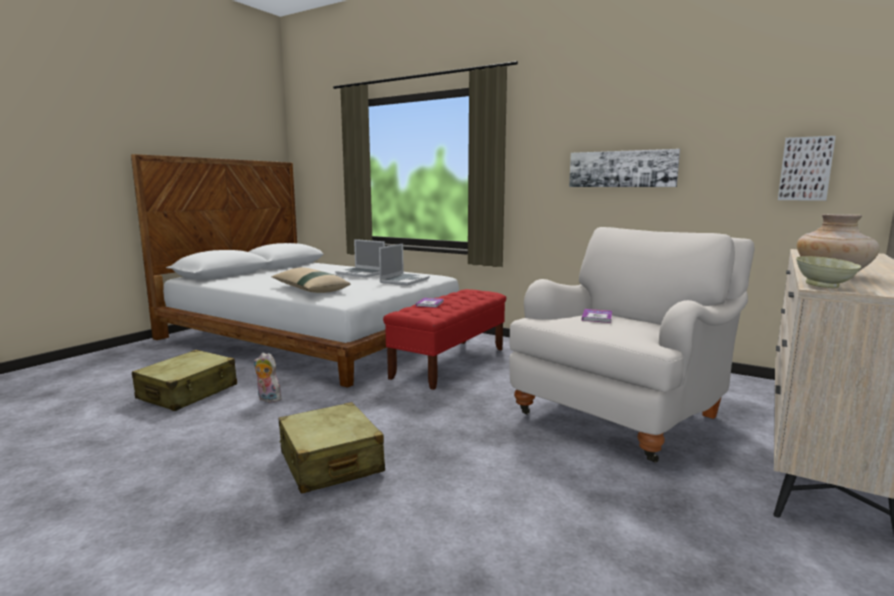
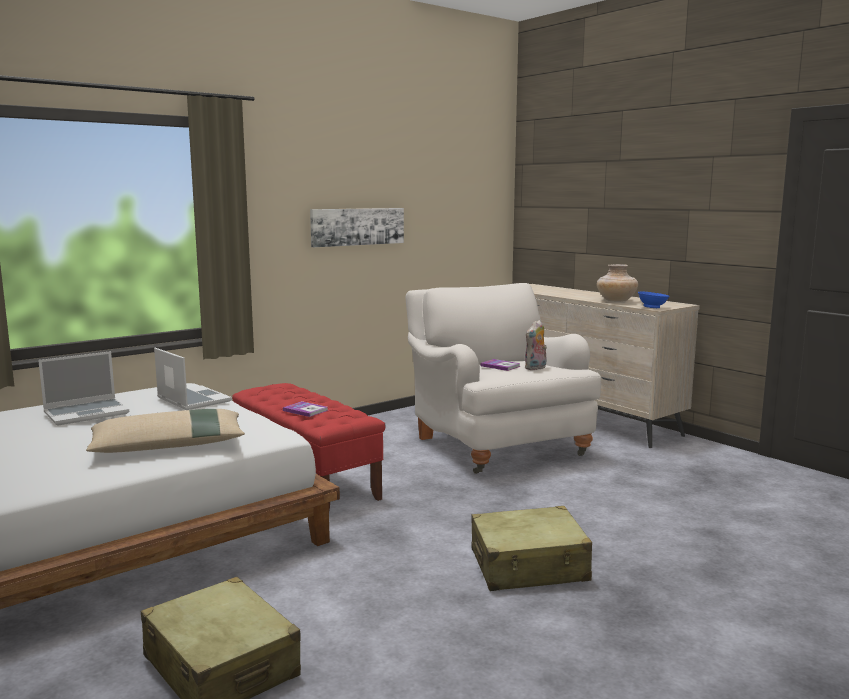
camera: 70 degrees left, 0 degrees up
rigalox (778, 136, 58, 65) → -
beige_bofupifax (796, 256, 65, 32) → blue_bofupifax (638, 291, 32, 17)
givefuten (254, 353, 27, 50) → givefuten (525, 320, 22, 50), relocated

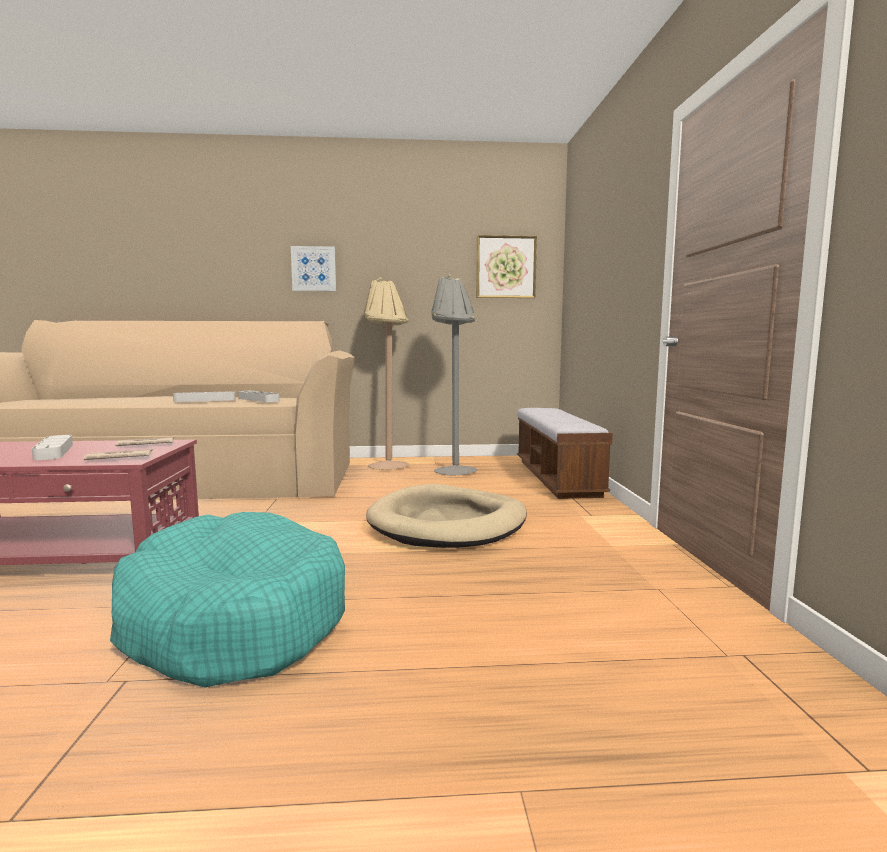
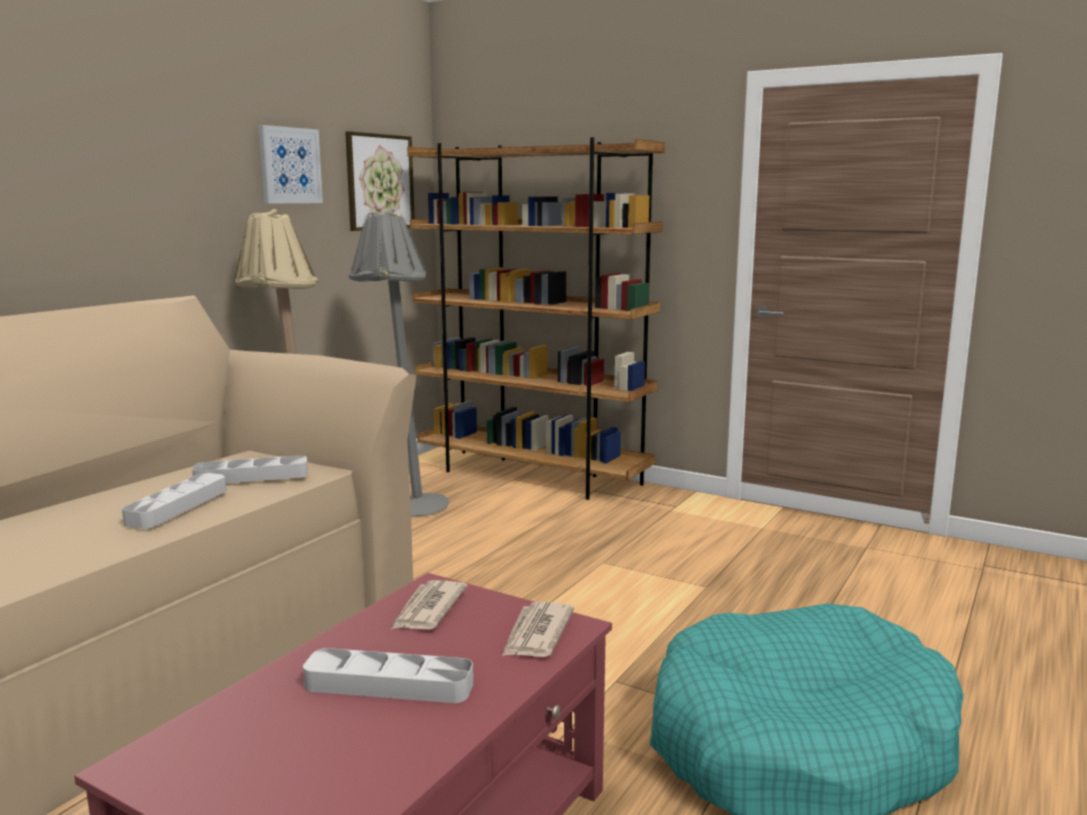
camera: 55 degrees left, 5 degrees up
rigalox (291, 246, 45, 45) → rigalox (259, 125, 64, 79), relocated
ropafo (517, 408, 96, 91) → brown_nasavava (407, 137, 258, 363)
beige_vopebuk (366, 484, 161, 64) → -

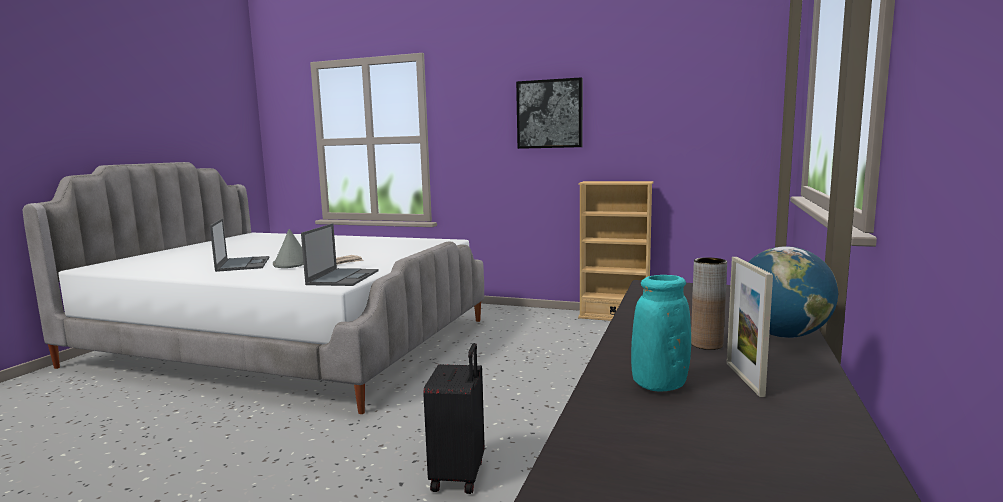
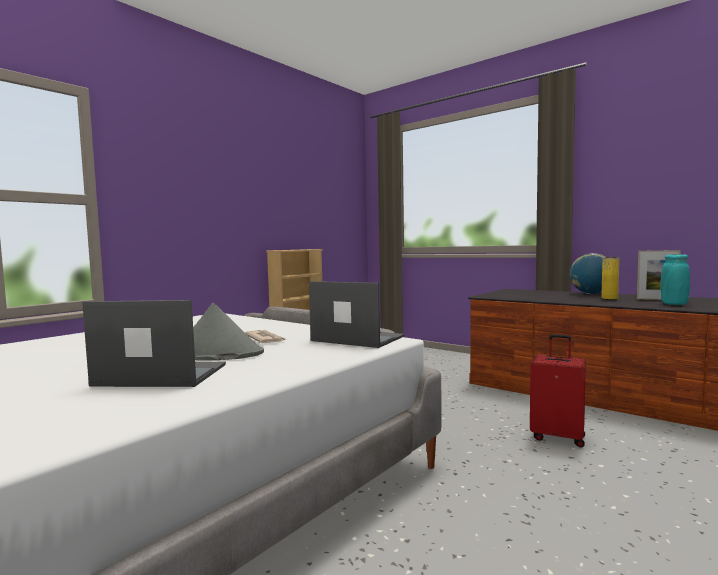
camera: 70 degrees left, 5 degrees down
rigalox (516, 77, 67, 72) → -
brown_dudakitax (691, 257, 36, 93) → yellow_dudakitax (601, 257, 18, 43)
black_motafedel (423, 343, 62, 151) → red_motafedel (530, 334, 56, 113)

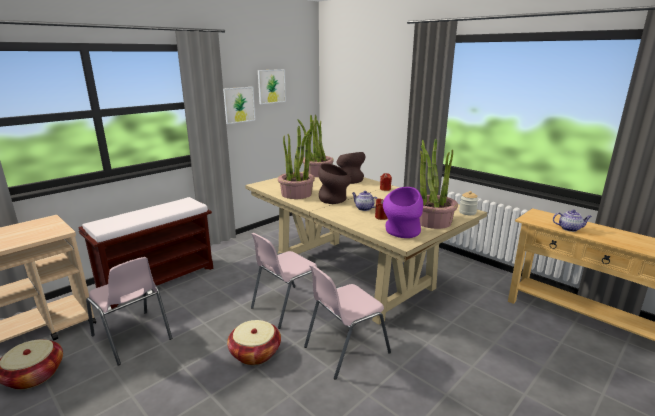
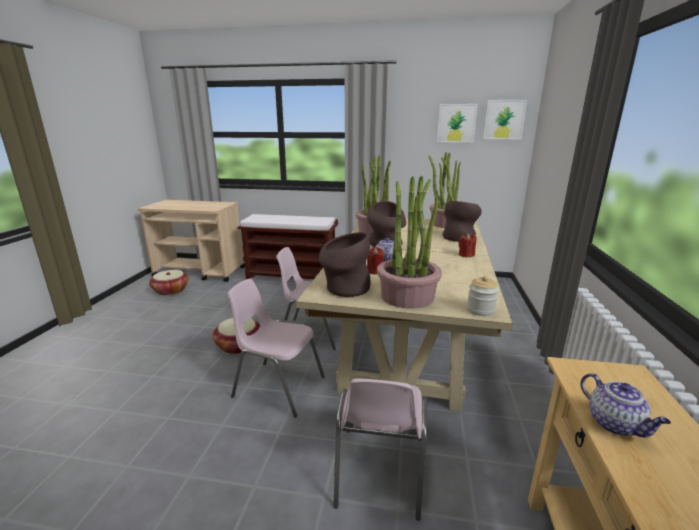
camera: 55 degrees right, 0 degrees up
rigalox (223, 87, 32, 37) → rigalox (483, 100, 44, 39), relocated
purple_dudakitax (383, 187, 40, 51) → brown_dudakitax (319, 232, 51, 65)
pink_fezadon (86, 257, 86, 108) → pink_fezadon (334, 378, 93, 143), relocated

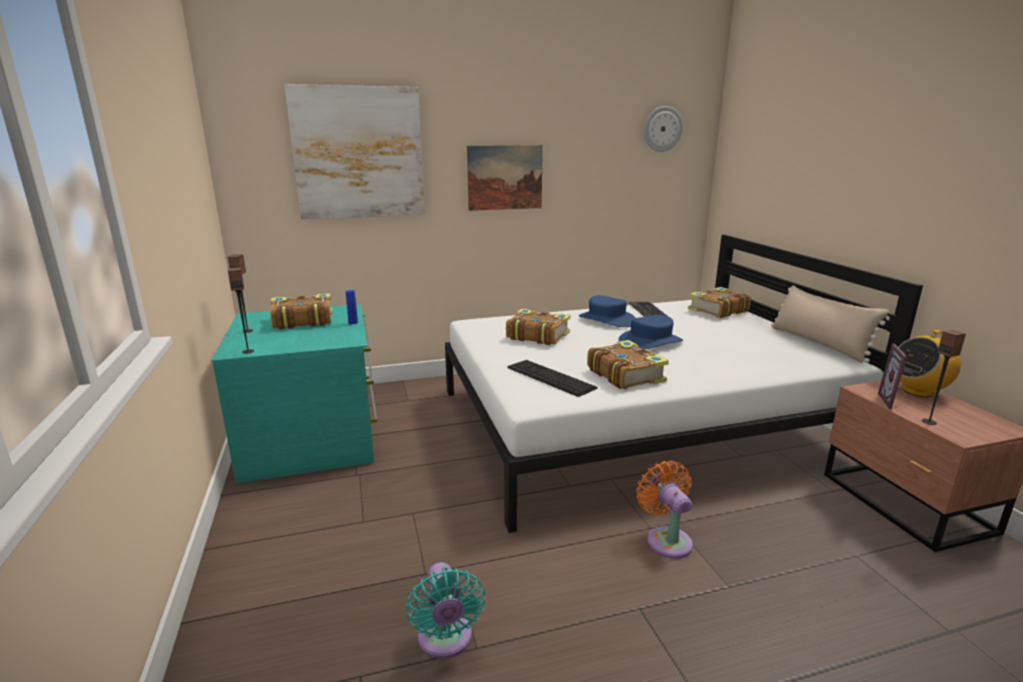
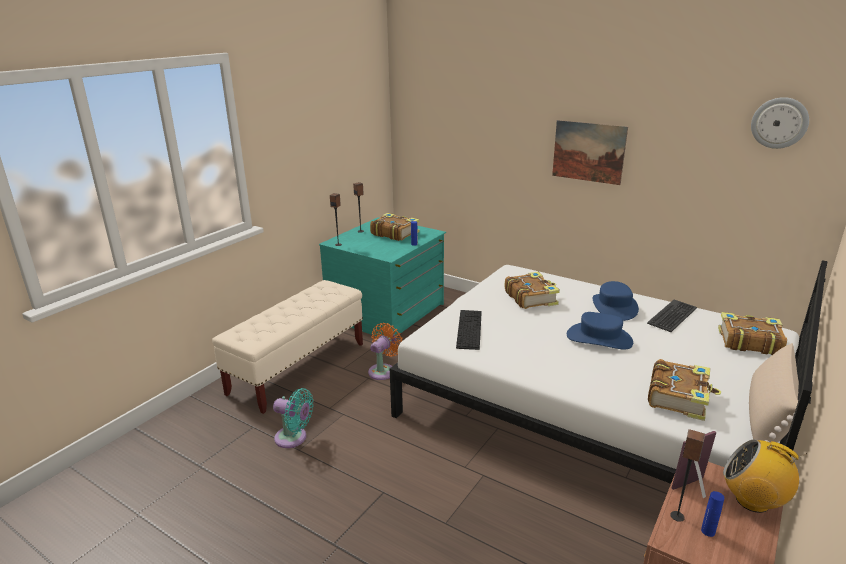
camera: 50 degrees right, 5 degrees up
rigalox (284, 84, 141, 136) → -
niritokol (587, 340, 82, 50) → niritokol (648, 359, 74, 62), relocated
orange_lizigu (636, 461, 57, 97) → orange_lizigu (368, 323, 35, 57), relocated
turquoise_lizigu (406, 562, 79, 97) → turquoise_lizigu (273, 388, 40, 60), 105 degrees counterclockwise
- → beige_ropafo (212, 280, 151, 134)
- → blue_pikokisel (701, 491, 23, 46)

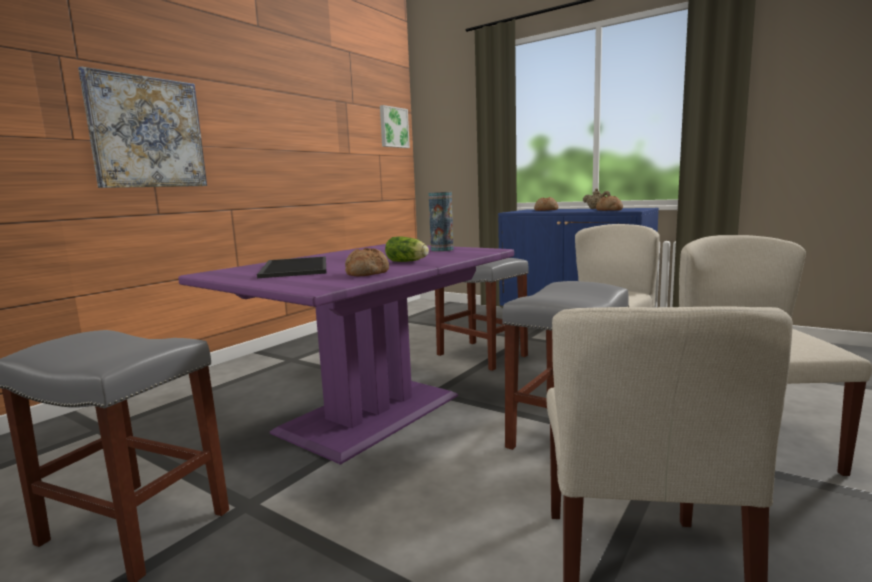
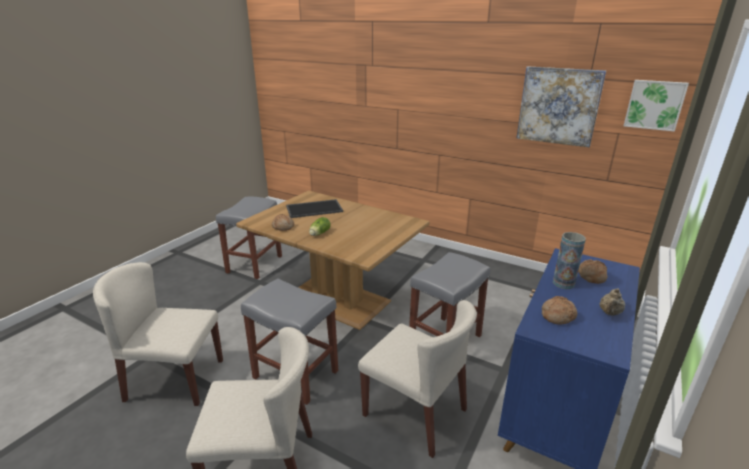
camera: 85 degrees right, 15 degrees up
rigalox (78, 66, 129, 122) → rigalox (517, 66, 89, 81), relocated
dudakitax (429, 192, 25, 60) → dudakitax (553, 232, 33, 57), relocated
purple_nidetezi (178, 244, 336, 220) → brown_nidetezi (236, 191, 194, 139)

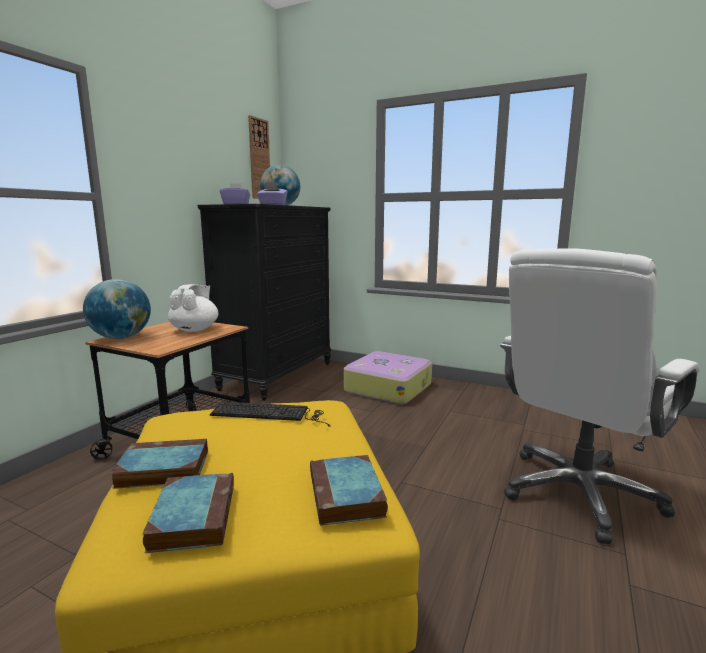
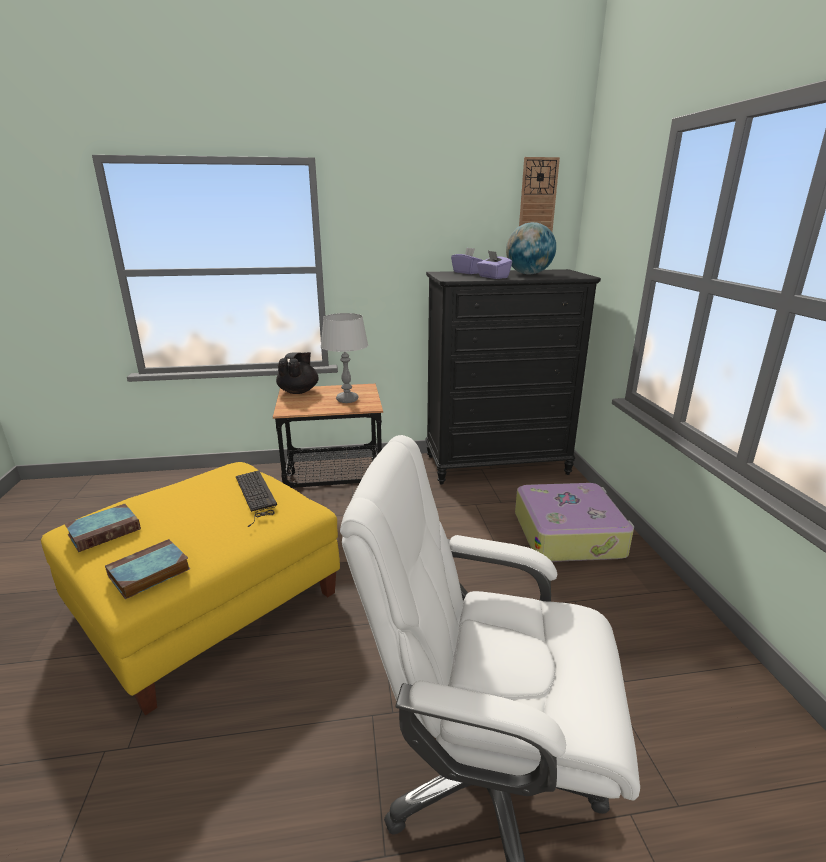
camera: 55 degrees right, 10 degrees up
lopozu (83, 279, 68, 60) → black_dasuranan (276, 352, 43, 42)
white_dasuranan (168, 284, 50, 48) → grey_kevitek (320, 313, 48, 90)
niritokol (110, 439, 98, 50) → -

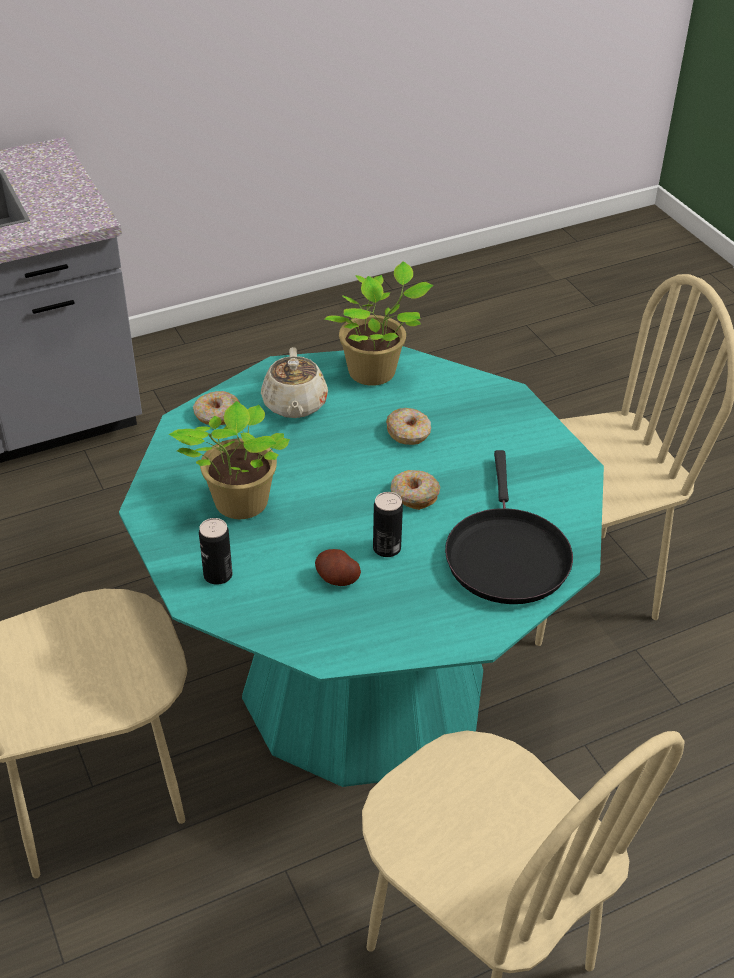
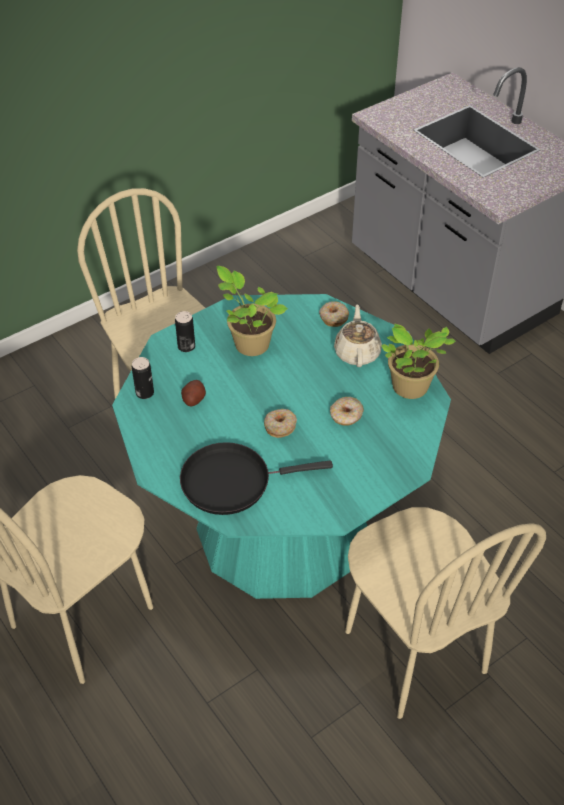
camera: 80 degrees right, 5 degrees up
beige_dasuranan (261, 347, 67, 71) → beige_dasuranan (334, 304, 48, 63), 105 degrees clockwise
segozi (373, 492, 30, 65) → segozi (132, 357, 22, 42), relocated

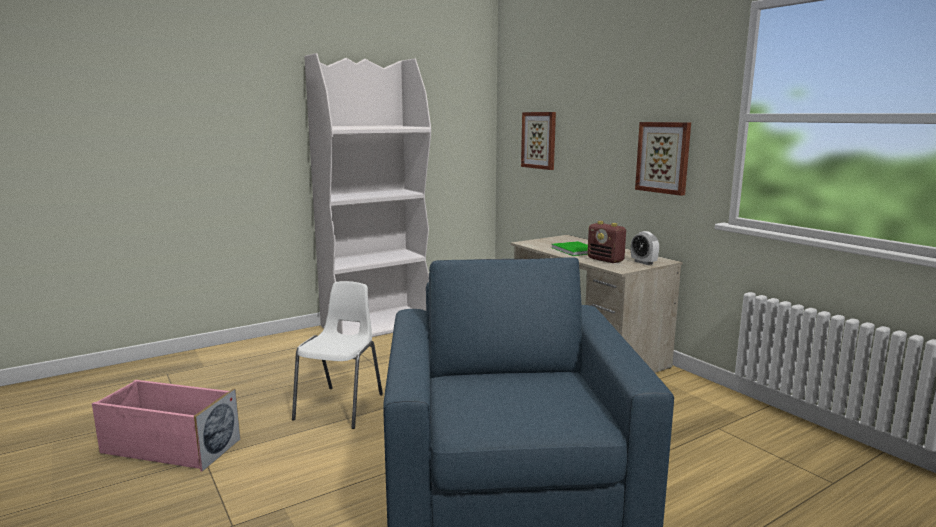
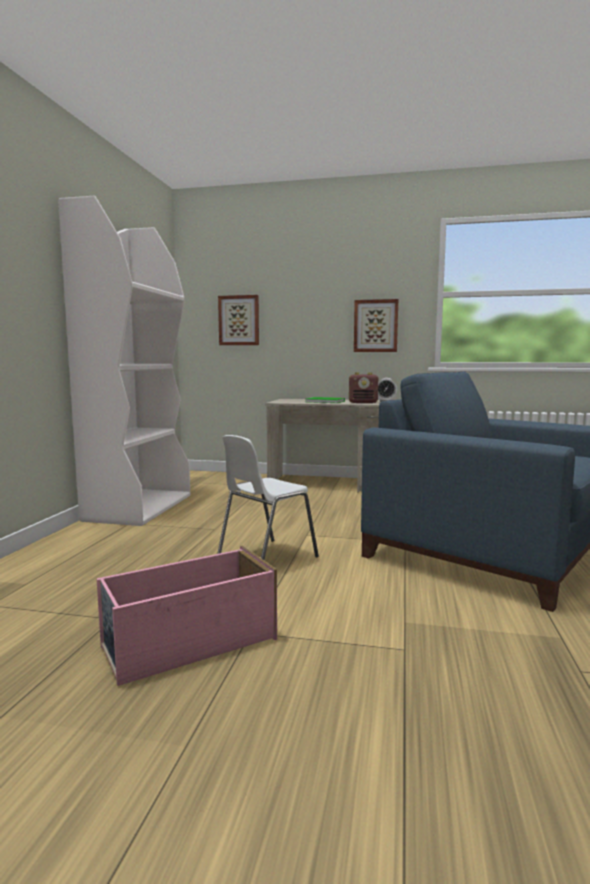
camera: 45 degrees left, 5 degrees down
white_fezadon (292, 281, 91, 148) → white_fezadon (217, 435, 102, 125), 105 degrees counterclockwise

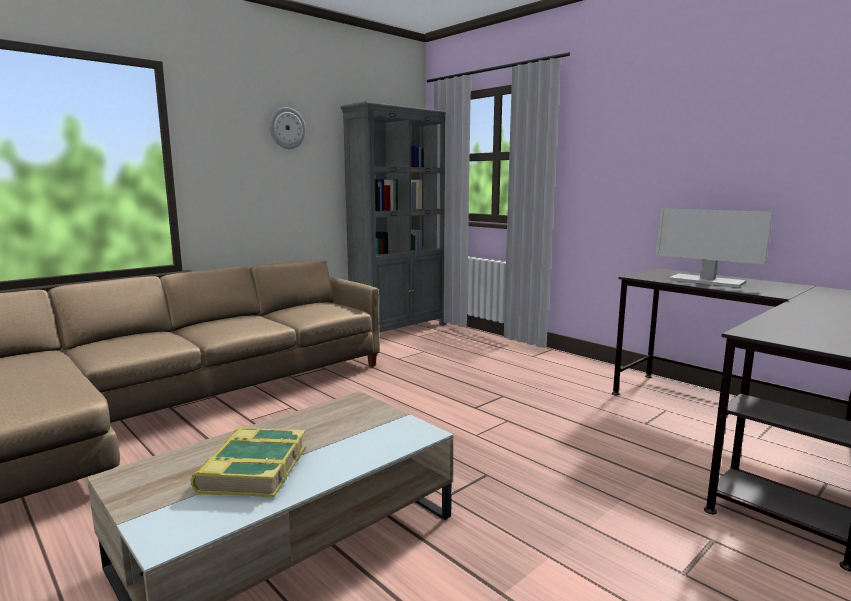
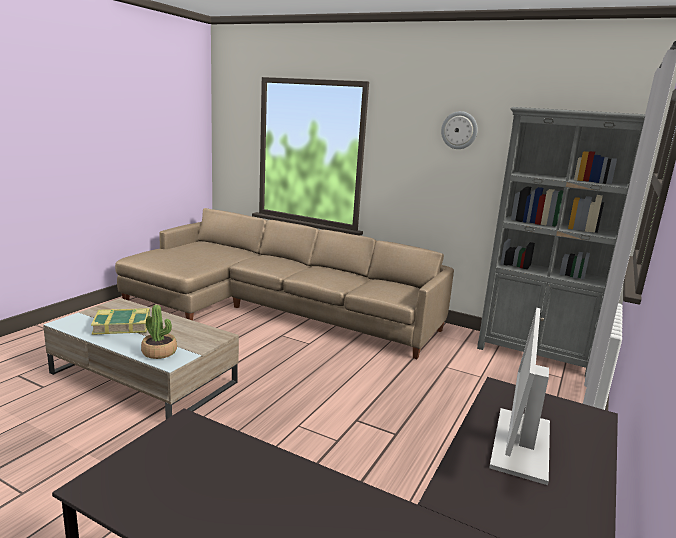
camera: 70 degrees right, 5 degrees up
- → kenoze (141, 305, 36, 54)

